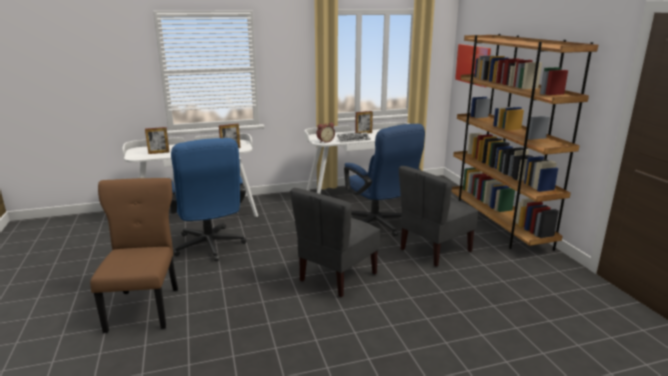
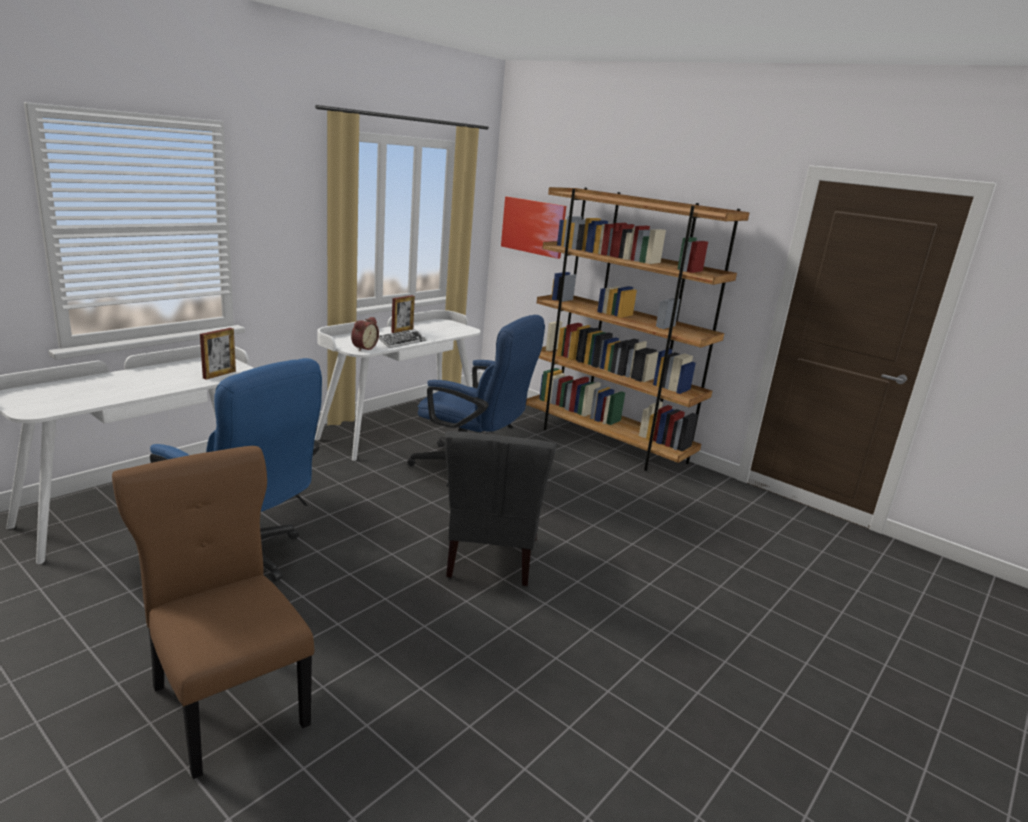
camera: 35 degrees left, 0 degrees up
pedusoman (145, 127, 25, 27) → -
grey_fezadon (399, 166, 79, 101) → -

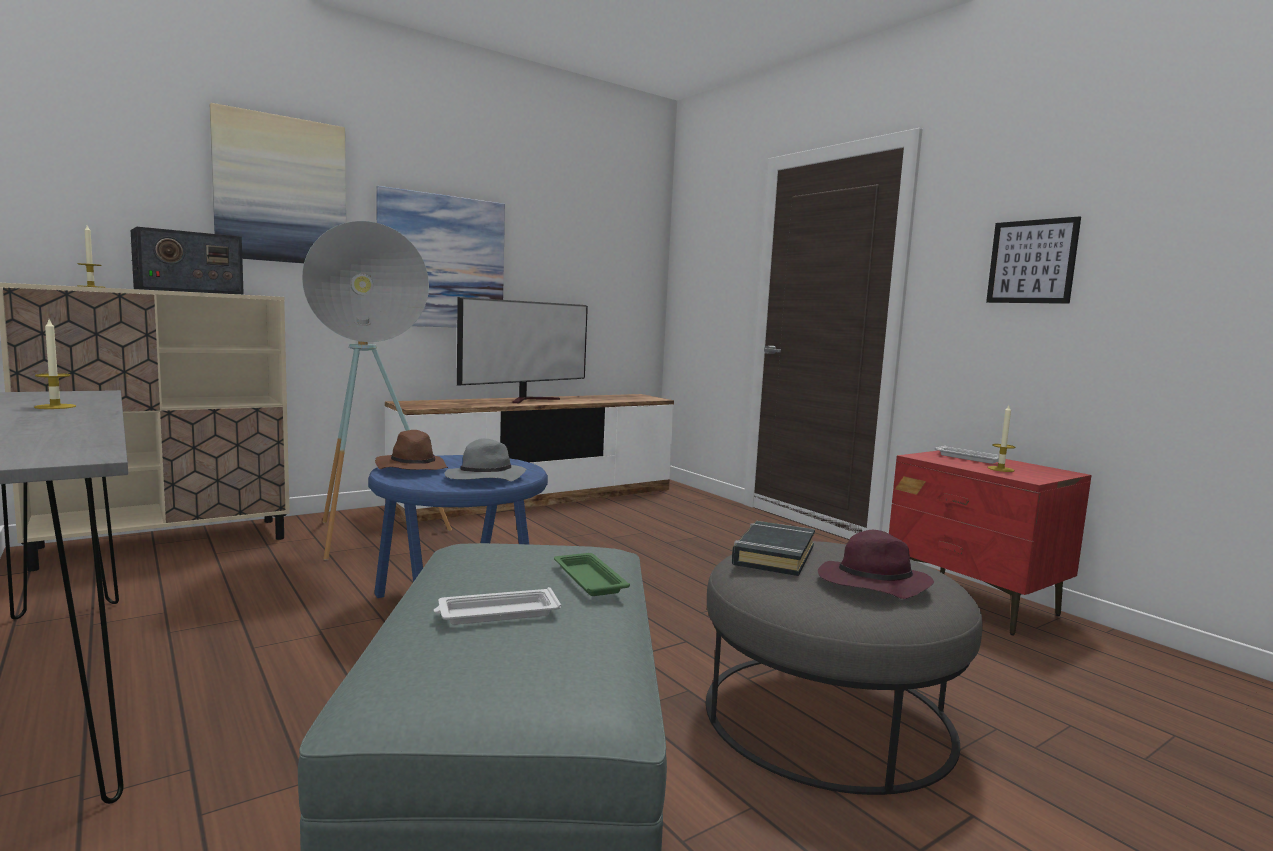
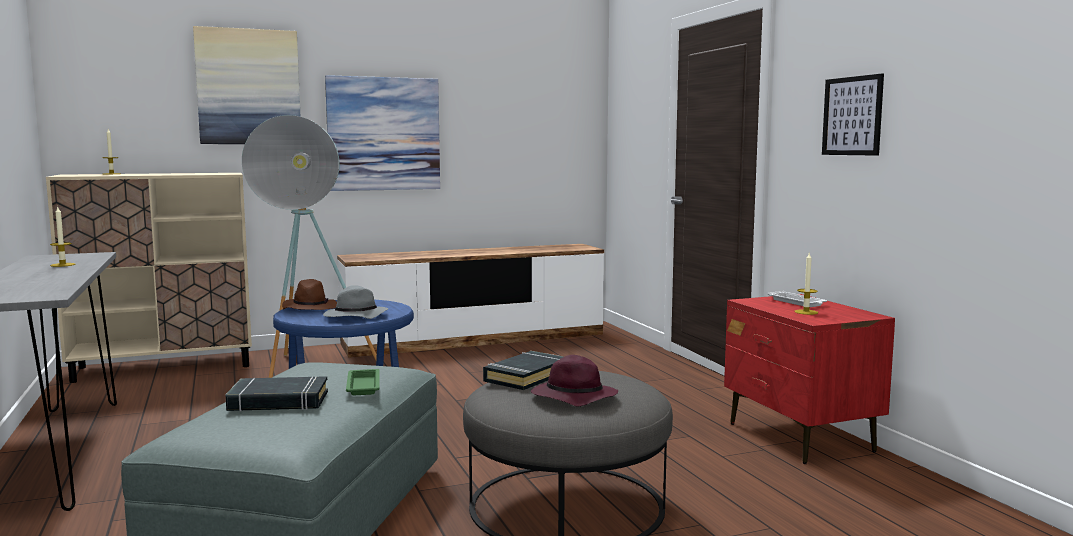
camera: 15 degrees right, 0 degrees up
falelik (131, 227, 113, 67) → -
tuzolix (457, 297, 131, 106) → -
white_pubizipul (434, 587, 127, 38) → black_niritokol (225, 376, 103, 36)

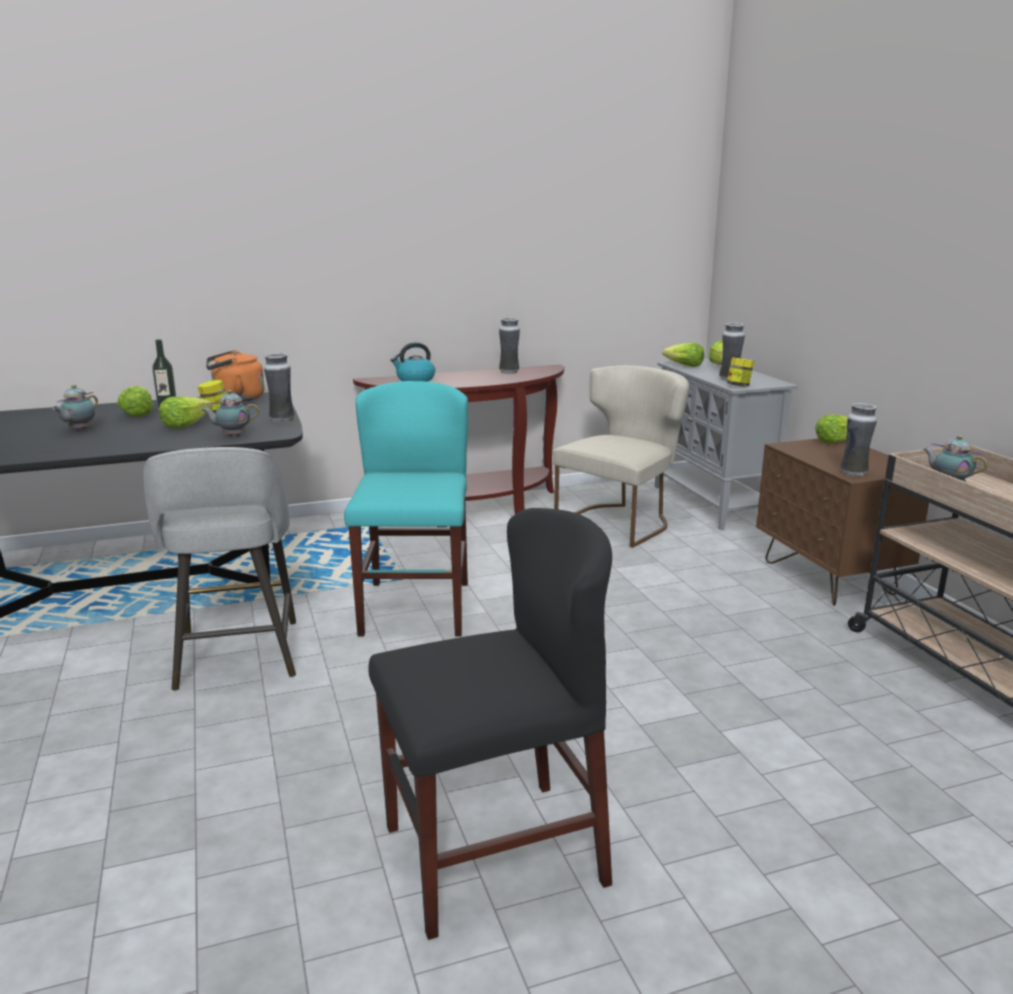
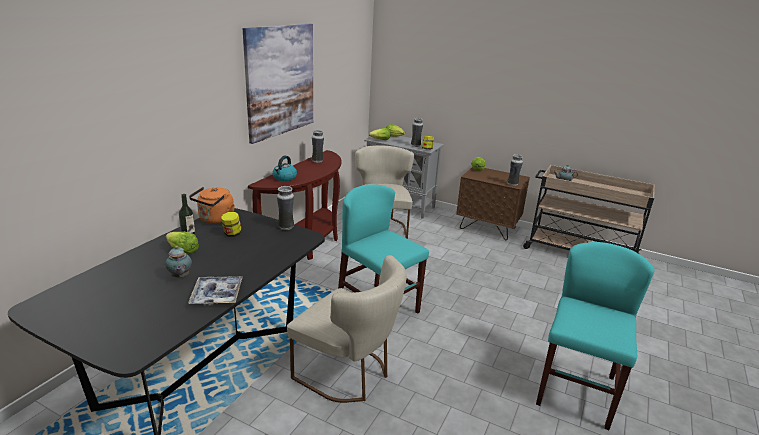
camera: 45 degrees left, 5 degrees up
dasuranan (202, 390, 58, 46) → -
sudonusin (159, 396, 54, 32) → -
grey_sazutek (143, 447, 153, 244) → beige_fezadon (287, 255, 120, 148)
black_fezadon (369, 508, 243, 432) → turquoise_fezadon (536, 242, 118, 188)
- → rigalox (243, 24, 70, 120)
- → pubizipul (188, 276, 55, 30)

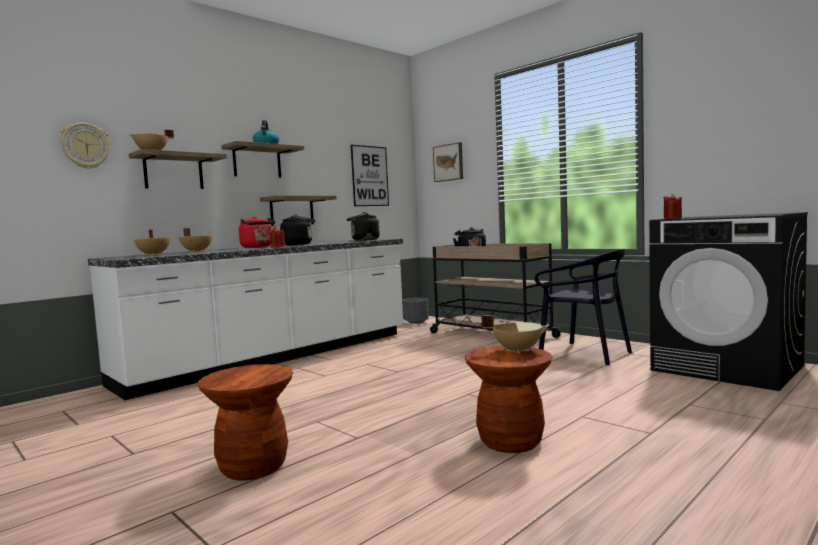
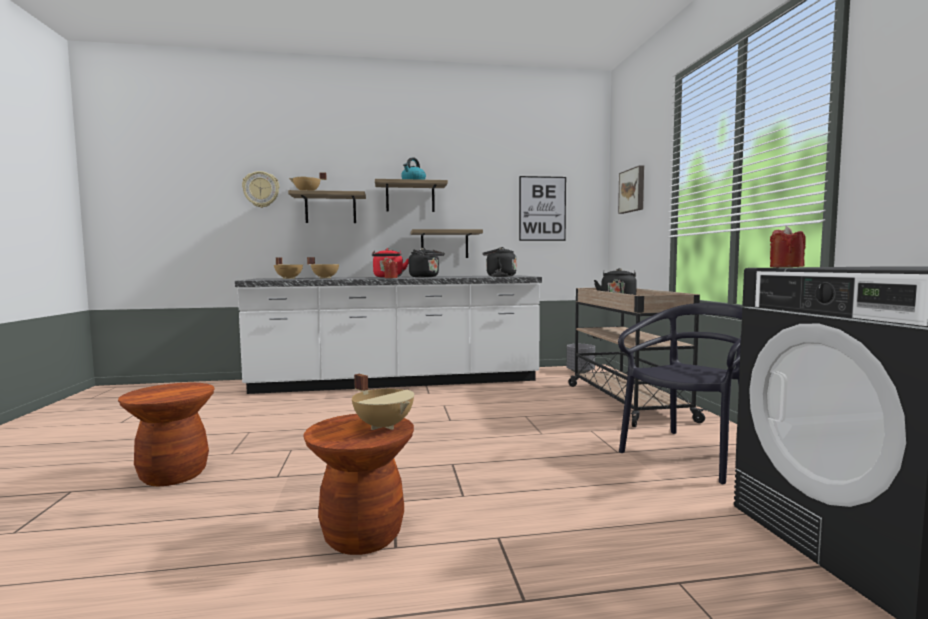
camera: 35 degrees right, 0 degrees up
black_fezadon (535, 249, 97, 117) → black_fezadon (618, 303, 124, 181), 120 degrees counterclockwise

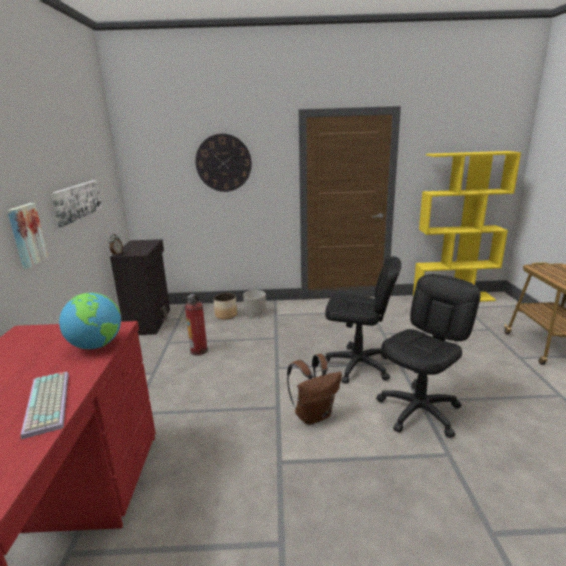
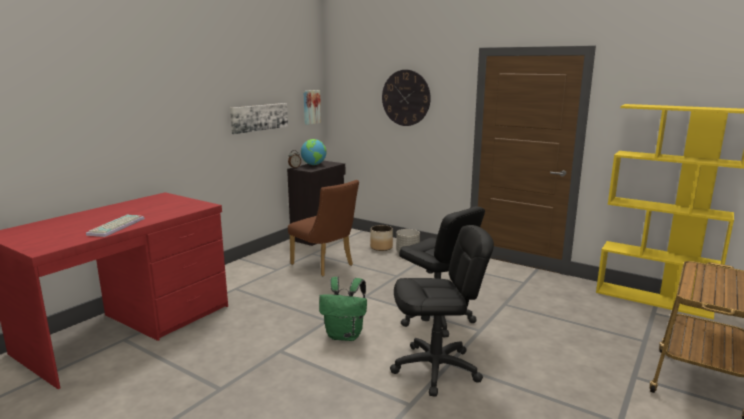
camera: 35 degrees right, 5 degrees down
rigalox (7, 203, 41, 66) → rigalox (303, 90, 18, 35), relocated
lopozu (59, 293, 62, 56) → lopozu (301, 139, 26, 26), relocated
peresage (185, 294, 23, 62) → brown_fezadon (288, 180, 71, 97)
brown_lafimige (287, 354, 55, 71) → green_lafimige (319, 277, 48, 64)

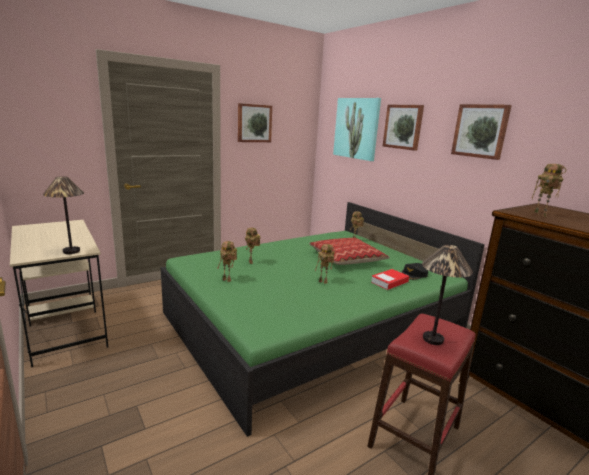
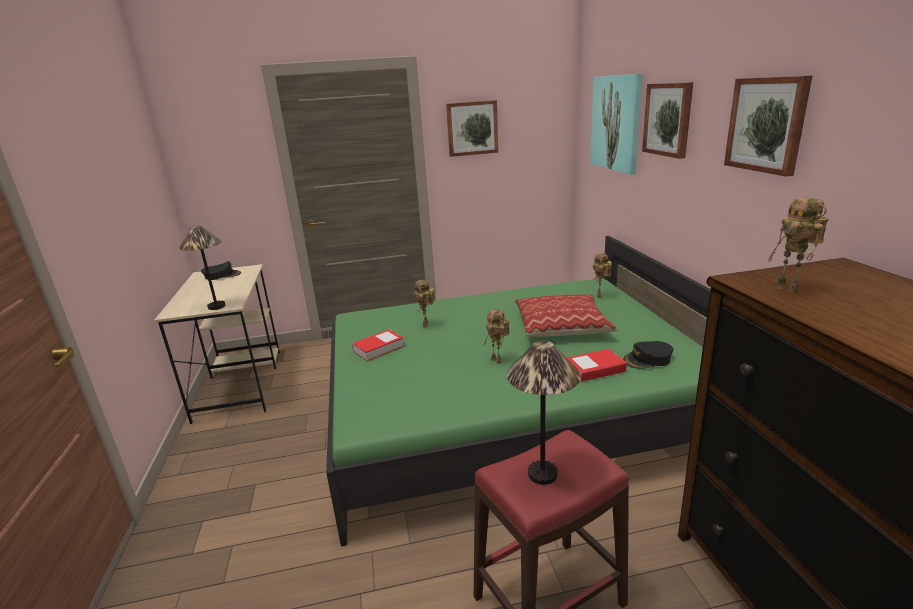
camera: 25 degrees right, 5 degrees up
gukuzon (217, 241, 20, 41) → niritokol (352, 330, 52, 31)
- → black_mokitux (201, 261, 40, 19)

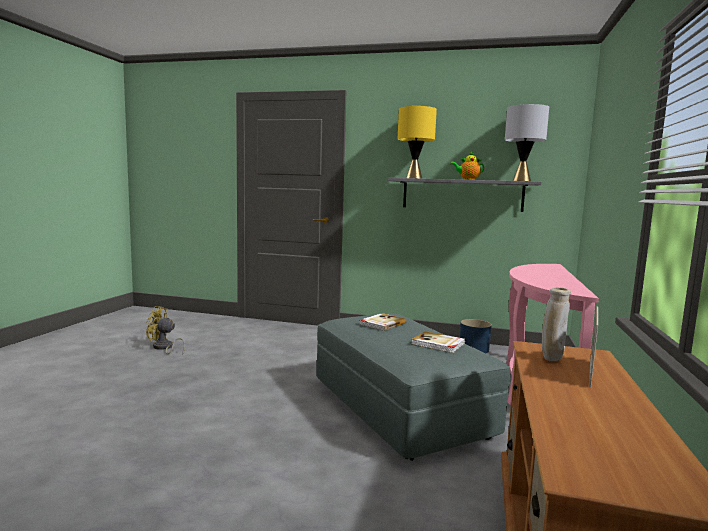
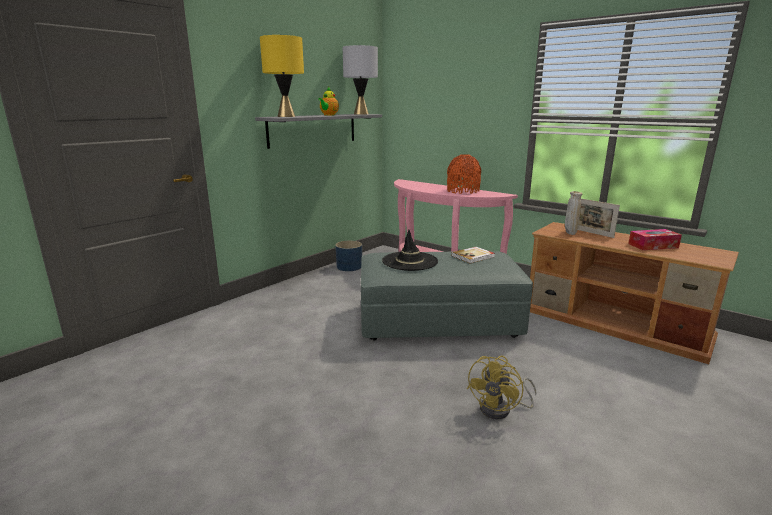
camera: 65 degrees left, 10 degrees up
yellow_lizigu (146, 306, 39, 49) → yellow_lizigu (467, 356, 70, 63), relocated
niritokol (359, 313, 48, 18) → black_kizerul (382, 229, 56, 42)
- → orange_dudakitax (447, 154, 34, 40)
- → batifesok (628, 229, 54, 21)

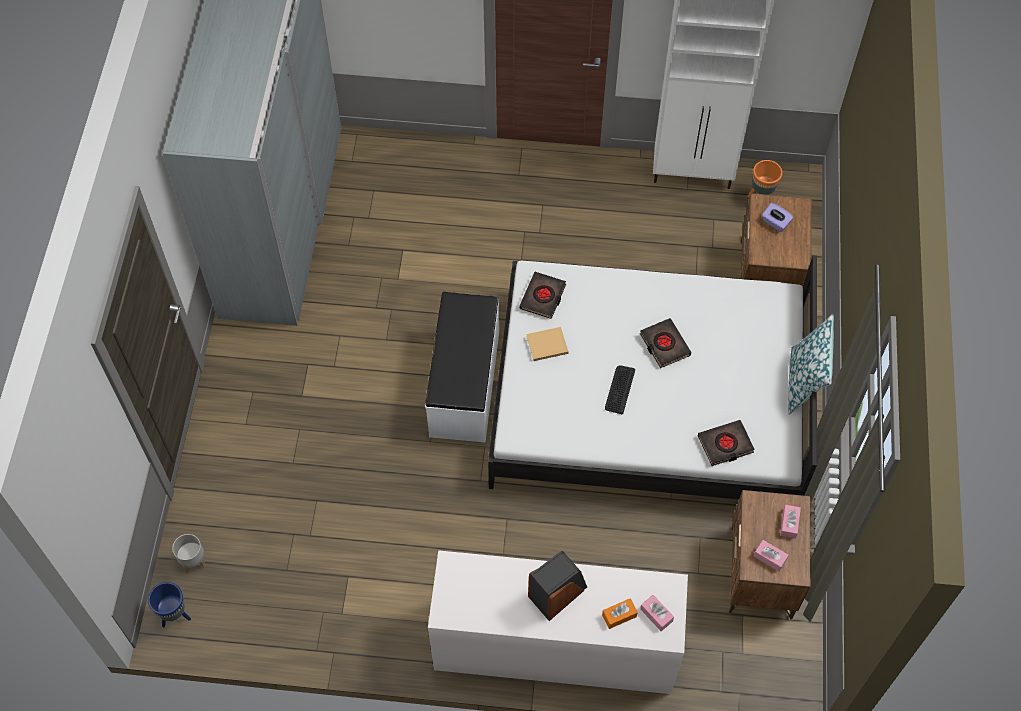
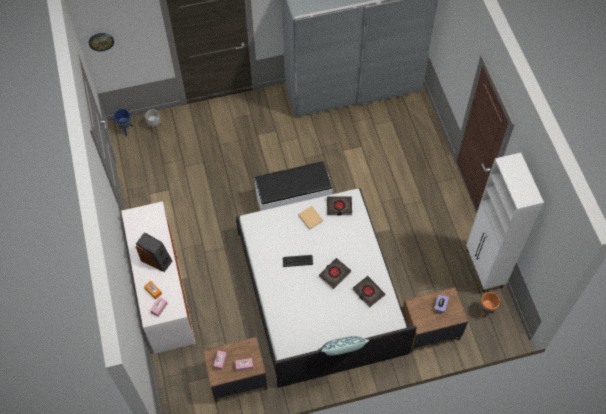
camera: 70 degrees right, 0 degrees up
black_niritokol (698, 420, 57, 46) → black_niritokol (353, 276, 32, 31), relocated
- → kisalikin (89, 33, 25, 18)

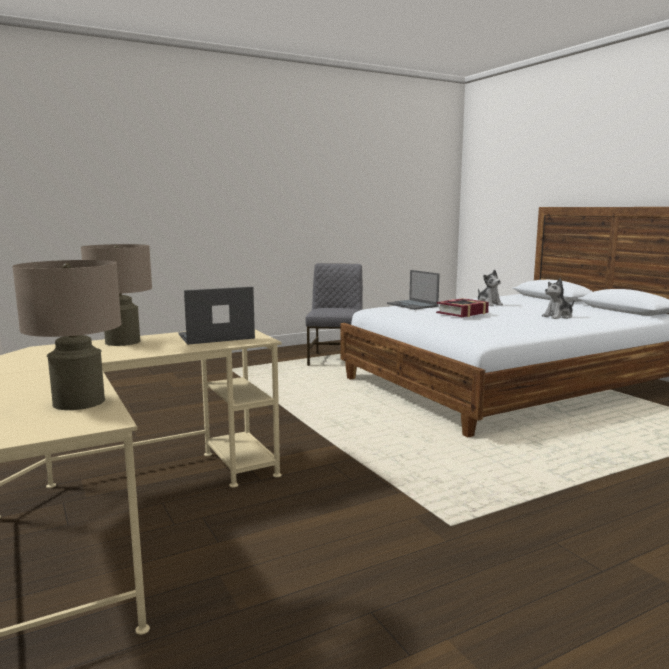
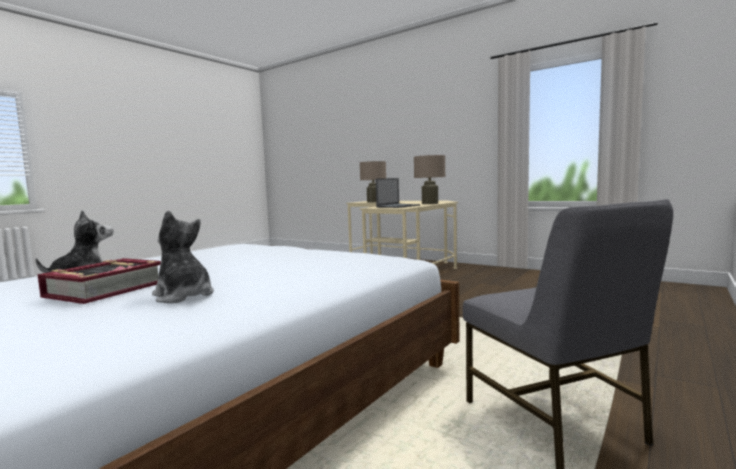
camera: 155 degrees right, 5 degrees down
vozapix (387, 270, 53, 40) → -
niritokol (436, 298, 53, 19) → niritokol (37, 258, 124, 46), relocated

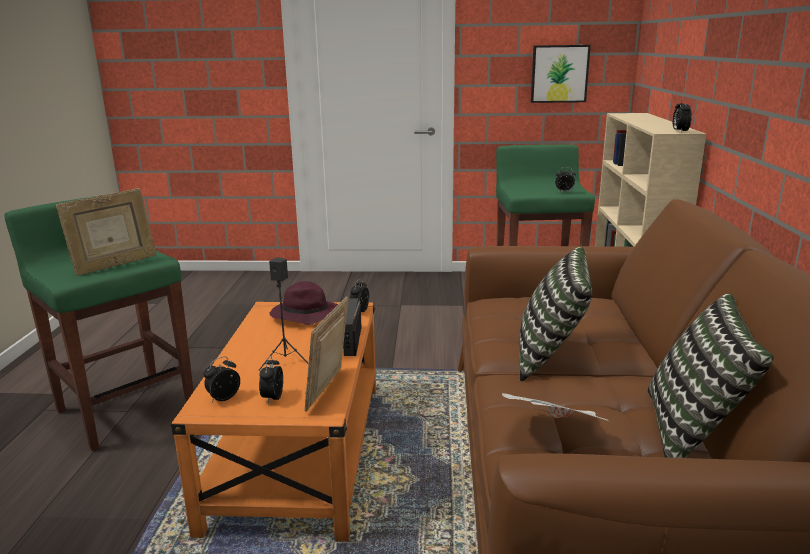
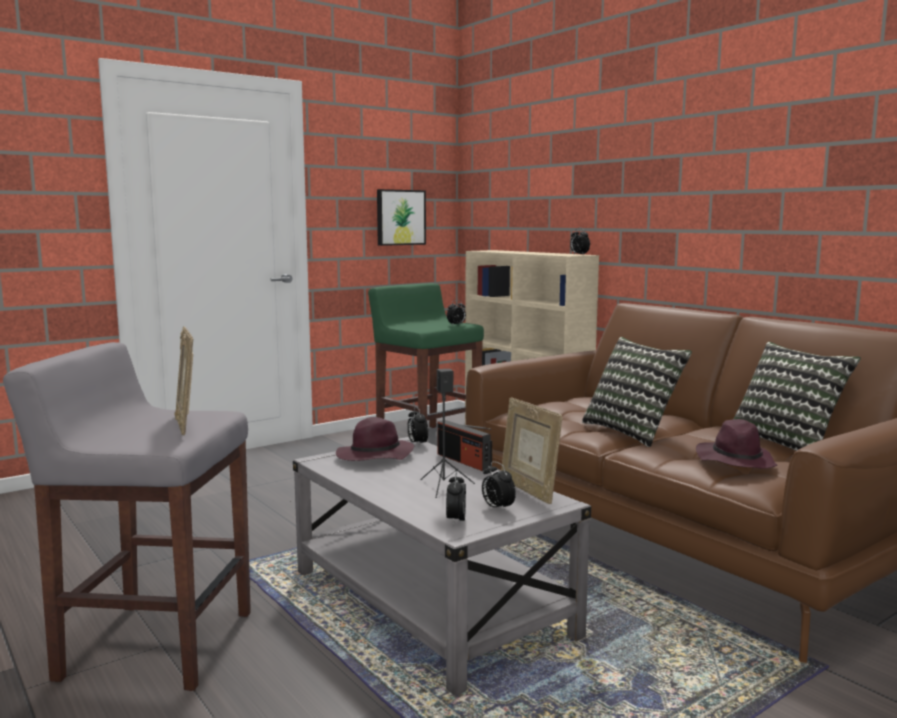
camera: 40 degrees left, 10 degrees down
pedusoman (56, 188, 100, 88) → pedusoman (175, 327, 18, 108), 150 degrees clockwise
green_sazutek (4, 195, 190, 256) → grey_sazutek (3, 342, 248, 349)
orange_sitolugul (171, 302, 205, 240) → grey_sitolugul (293, 437, 298, 259)
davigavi (502, 393, 111, 30) → purple_kizerul (696, 419, 82, 50)

